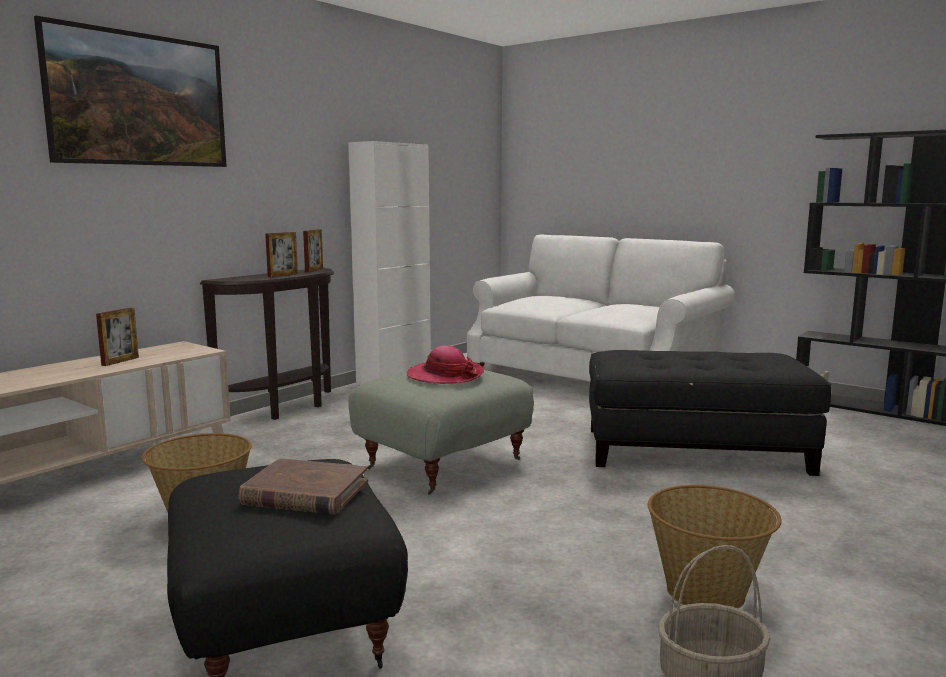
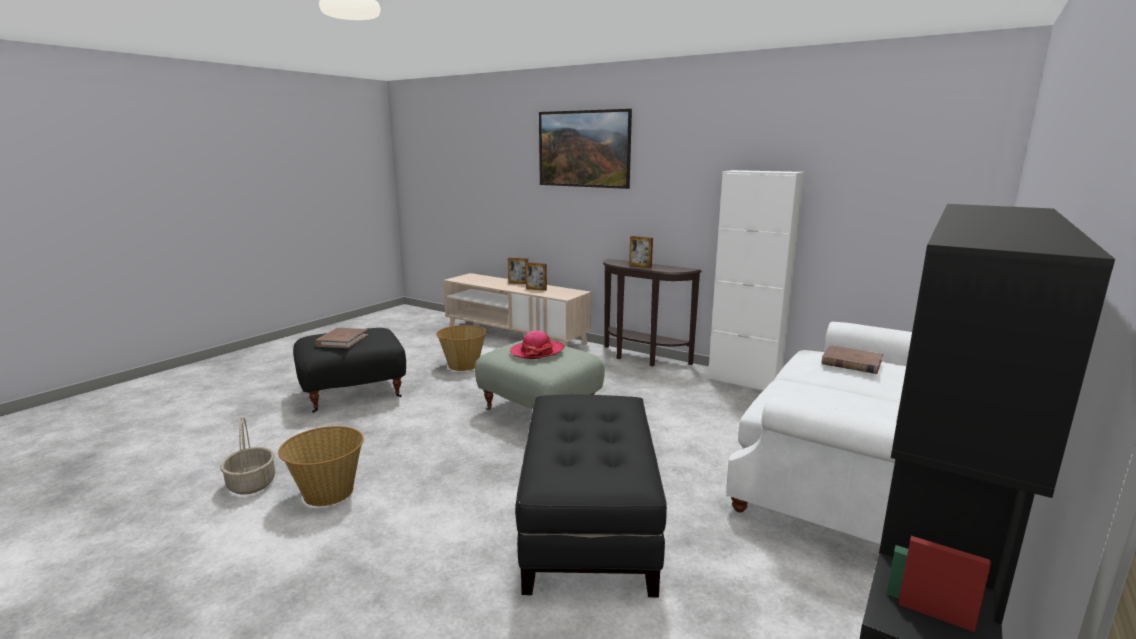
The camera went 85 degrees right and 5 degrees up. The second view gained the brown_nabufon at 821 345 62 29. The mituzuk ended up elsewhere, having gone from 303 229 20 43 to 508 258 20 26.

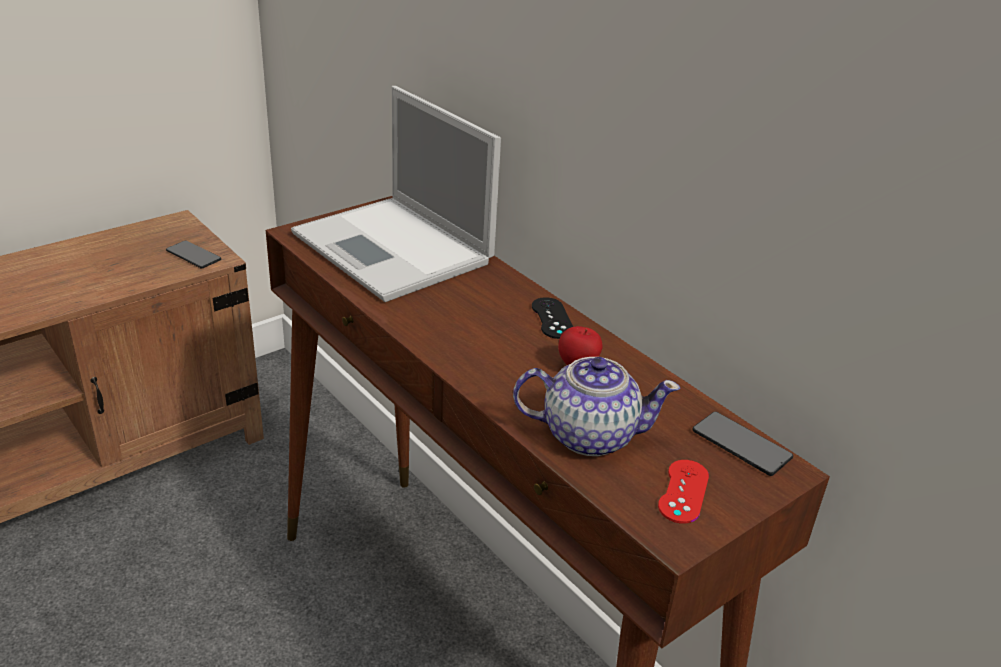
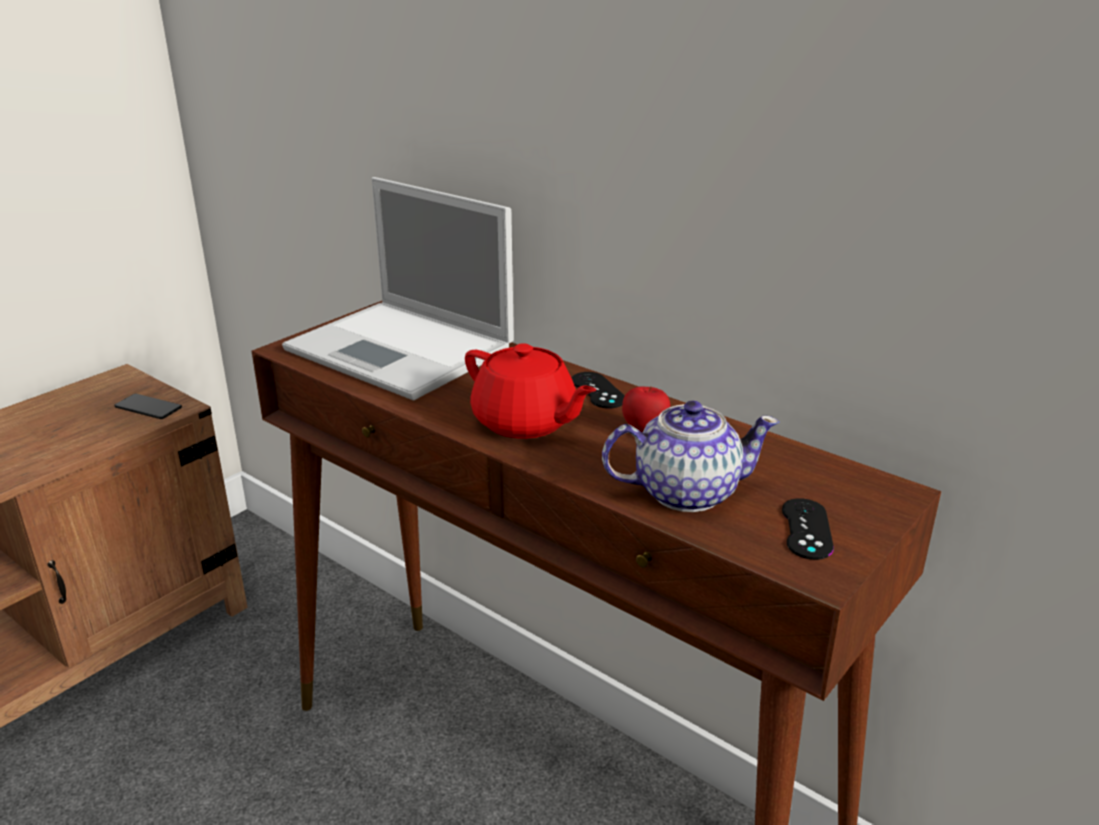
The camera went 10 degrees left and 5 degrees down. The second view lost the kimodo at 692 412 101 64. The second view gained the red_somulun at 465 343 131 96. What was the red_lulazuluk at 658 460 51 64 turned into the black_lulazuluk at 782 498 52 62.

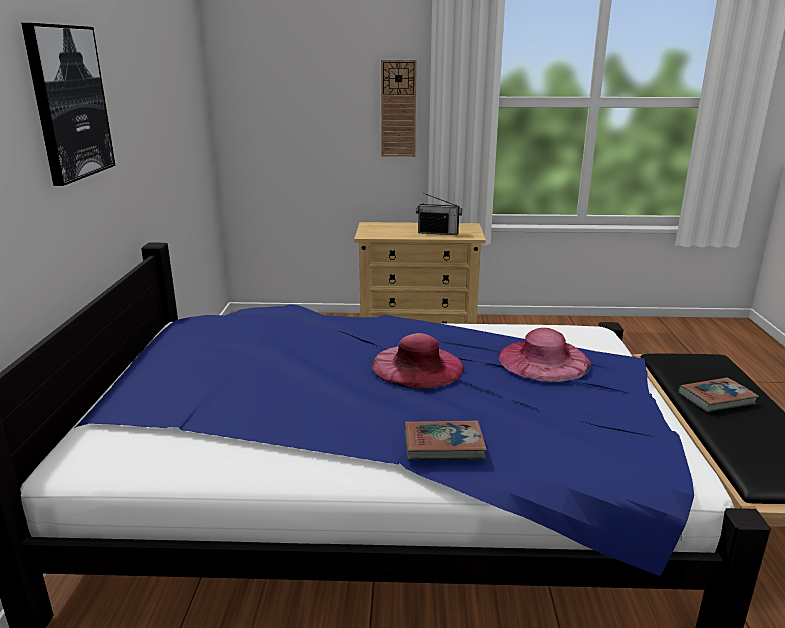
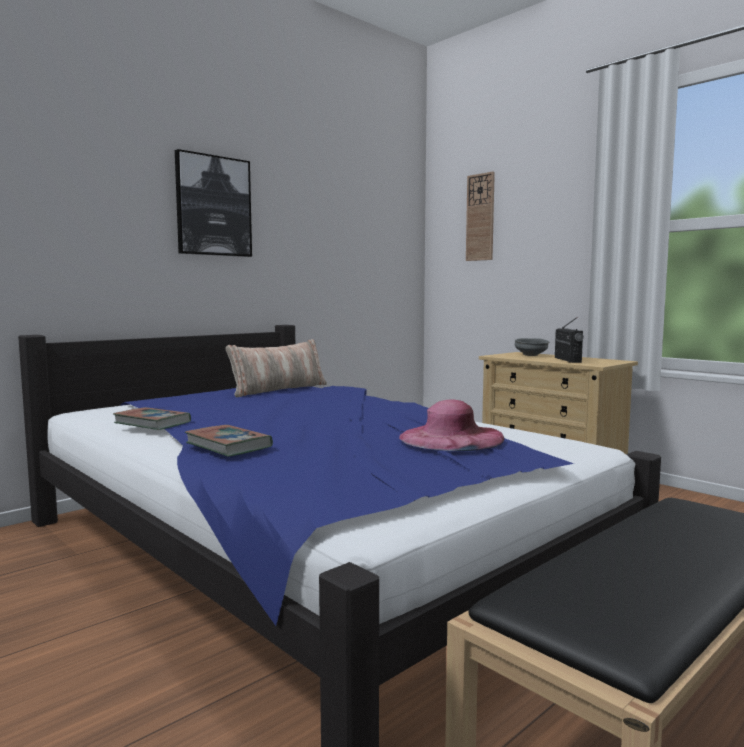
The camera went 45 degrees right and 15 degrees down. The second view lost the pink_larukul at 371 333 93 56. The second view gained the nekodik at 226 339 101 58. The second view gained the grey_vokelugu at 515 338 34 18. The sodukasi ended up elsewhere, having gone from 381 60 36 97 to 466 172 29 89. The nabufon ended up elsewhere, having gone from 678 378 81 34 to 113 407 78 23. The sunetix at 416 193 46 42 ended up facing another way, 150 degrees counterclockwise from before.

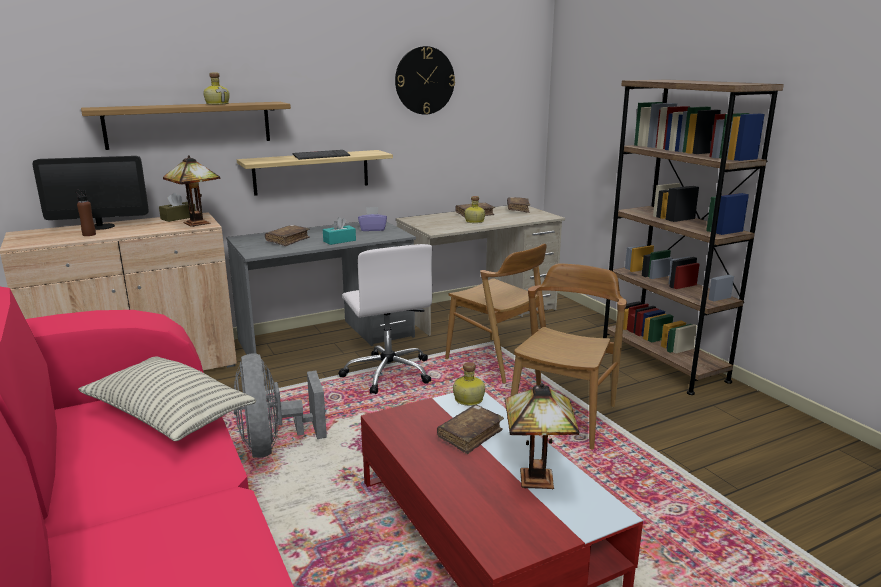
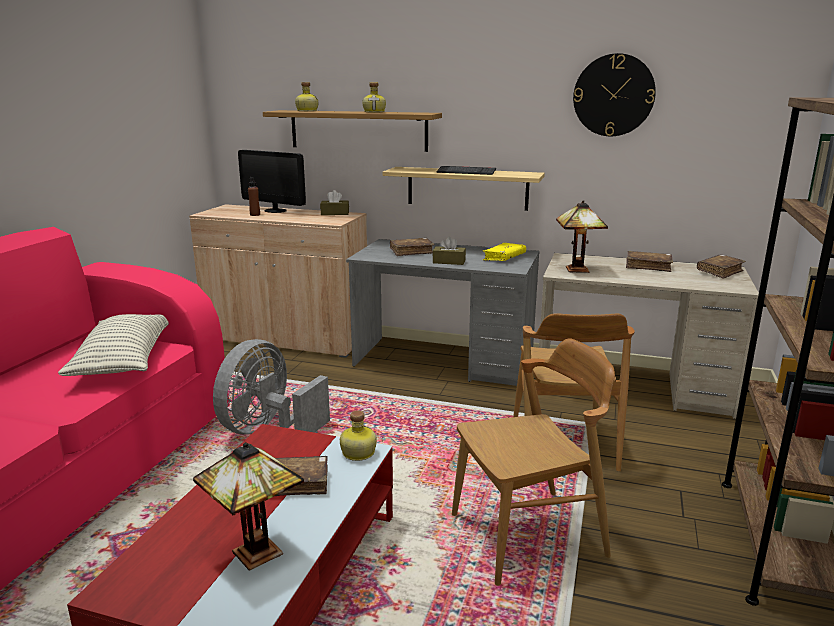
The camera went 45 degrees right and 0 degrees up. The second view lost the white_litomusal at 339 244 93 150. The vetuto ended up elsewhere, having gone from 163 155 57 72 to 556 200 52 73. The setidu ended up elsewhere, having gone from 464 196 21 27 to 295 82 23 29. Where the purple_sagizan stood at 358 207 29 24, the yellow_nabufon came to stand at 482 243 44 18. What was the turquoise_sagizan at 323 217 33 28 turned into the brown_sagizan at 433 236 33 29.

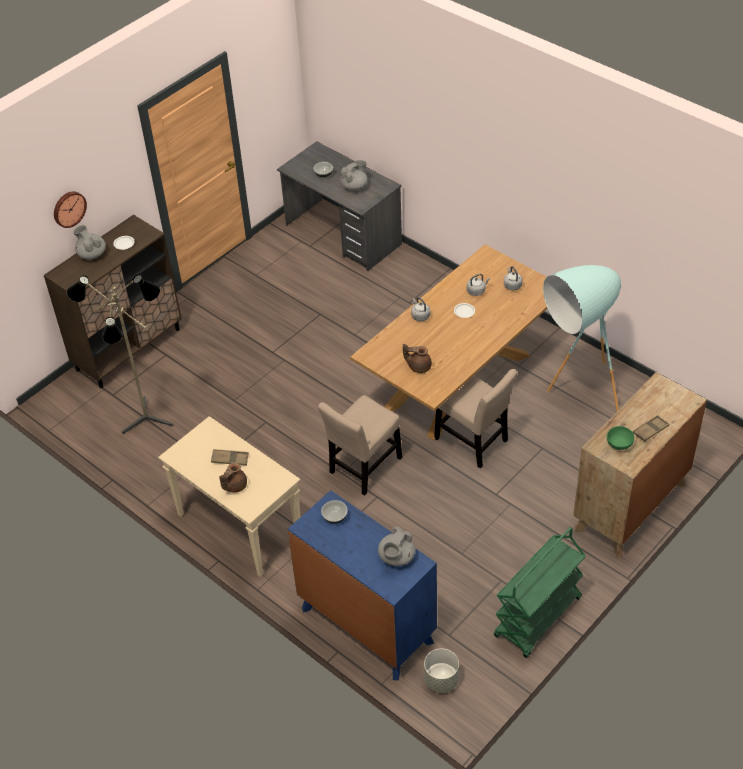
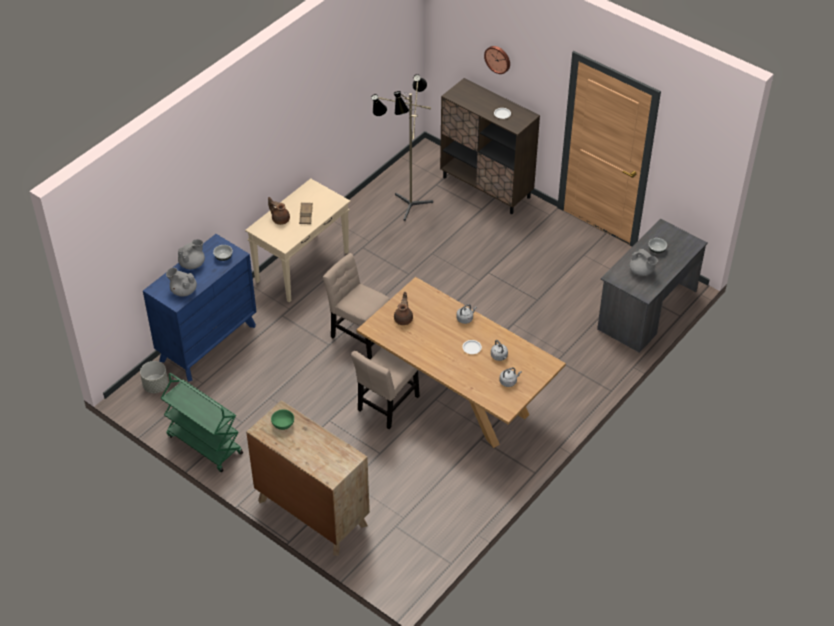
The camera went 85 degrees right and 0 degrees up. The second view lost the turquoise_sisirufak at 543 265 78 146. The second view lost the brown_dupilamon at 633 415 36 27. The grey_somulun ended up elsewhere, having gone from 73 225 33 35 to 178 239 27 30.

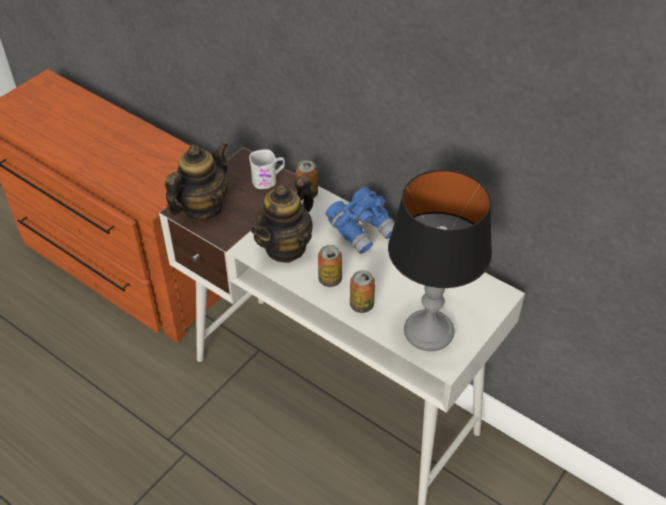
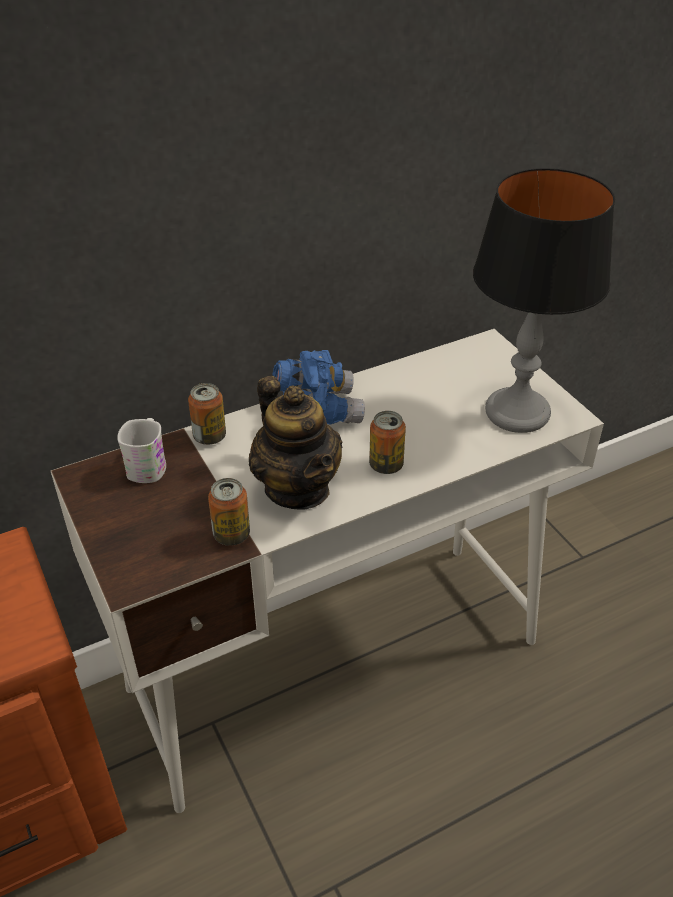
The camera went 65 degrees left and 5 degrees down. The second view lost the somulun at 165 142 63 78. The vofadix ended up elsewhere, having gone from 350 270 25 43 to 208 478 42 68.

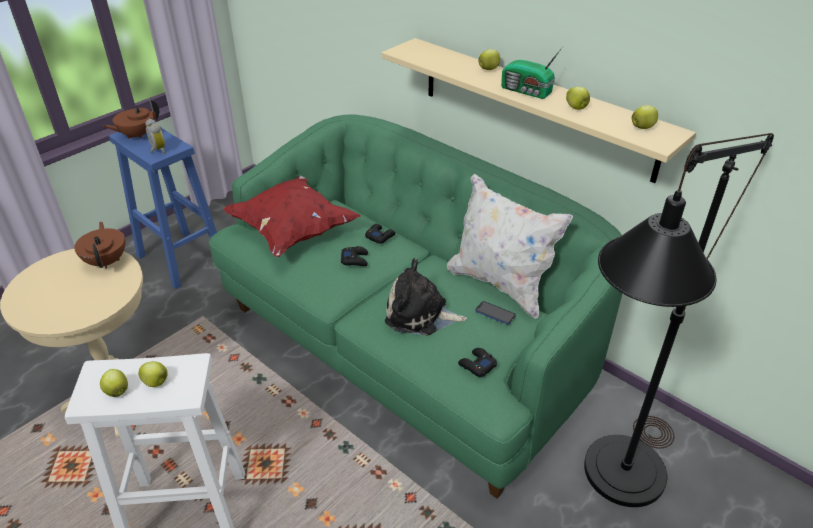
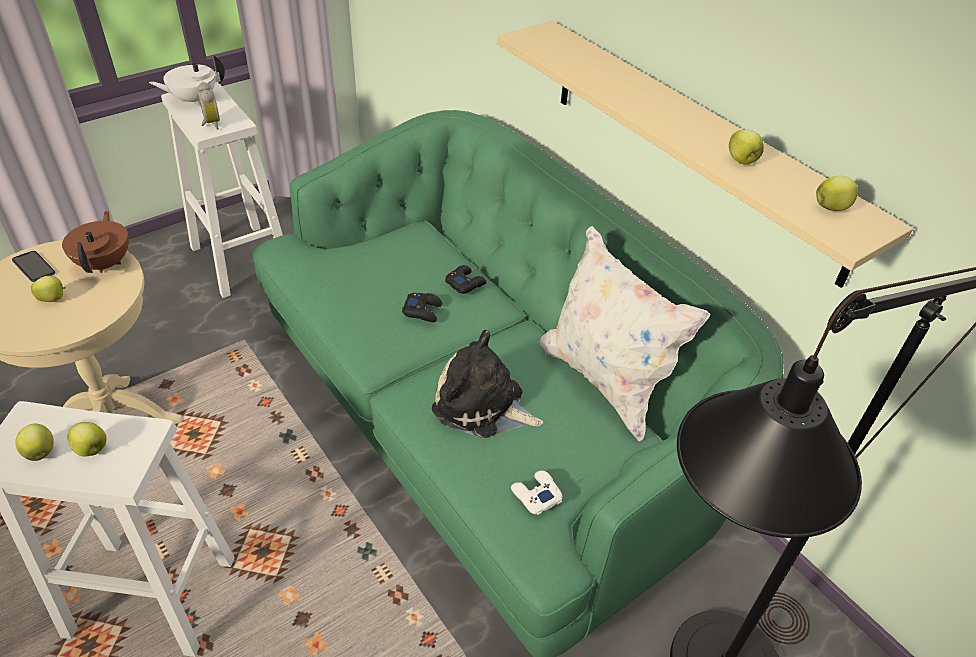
The camera went 10 degrees right and 5 degrees up. The second view lost the red_nekodik at 223 175 138 82. The second view lost the sunetix at 501 48 61 51. The kimodo ended up elsewhere, having gone from 475 301 41 24 to 12 251 43 31. The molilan ended up elsewhere, having gone from 478 49 22 21 to 31 276 35 26. What was the brown_somulun at 103 99 56 40 turned into the white_somulun at 149 55 76 50. What was the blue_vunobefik at 109 123 108 166 turned into the white_vunobefik at 161 82 122 216. What was the black_lulazuluk at 458 348 39 29 turned into the white_lulazuluk at 511 471 52 44.

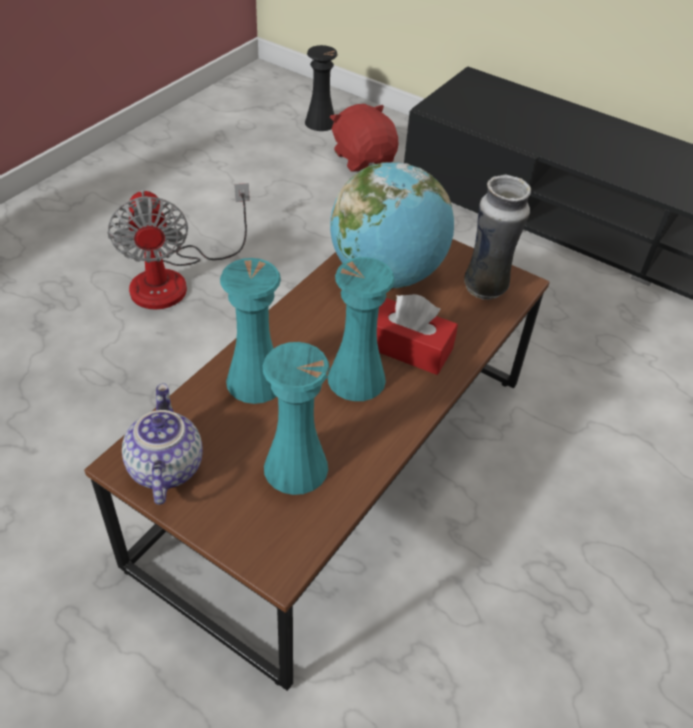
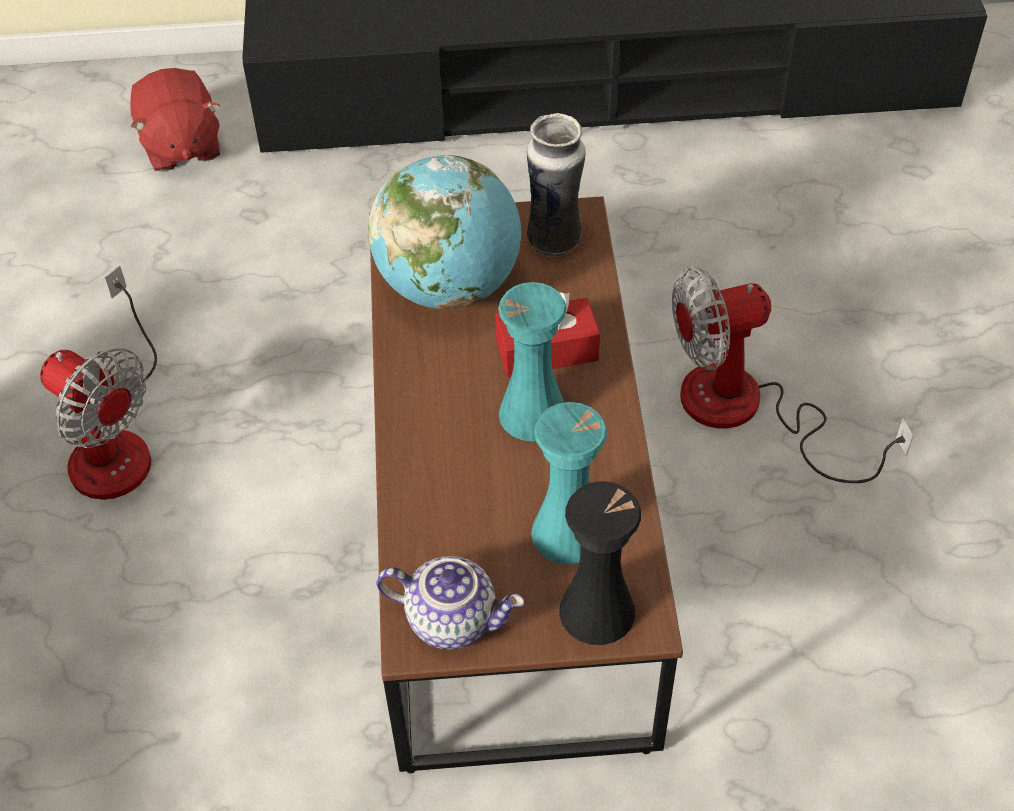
The camera went 35 degrees left and 5 degrees up. The second view lost the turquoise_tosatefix at 220 258 61 146. The second view gained the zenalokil at 672 266 242 217. The black_tosatefix ended up elsewhere, having gone from 305 45 33 86 to 559 481 82 164. The somulun at 122 383 81 122 ended up facing another way, 150 degrees clockwise from before. The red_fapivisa at 330 104 68 68 ended up facing another way, 135 degrees counterclockwise from before.

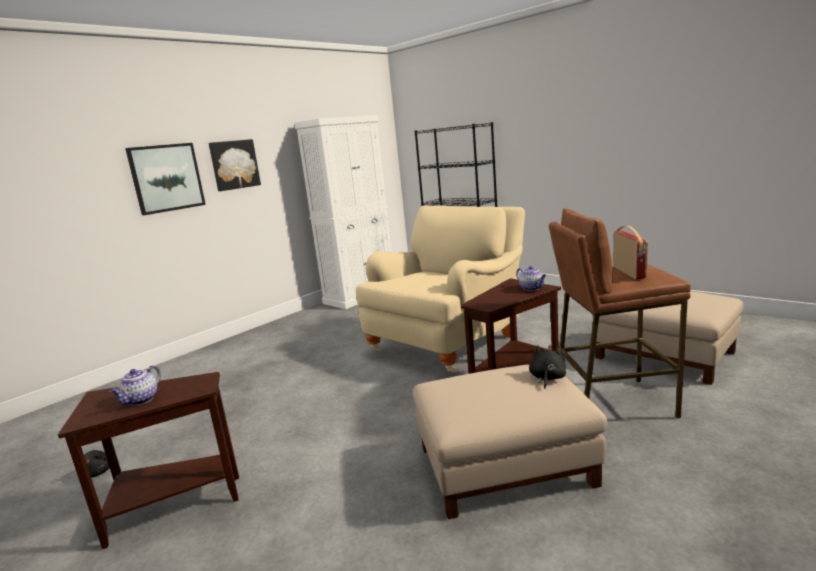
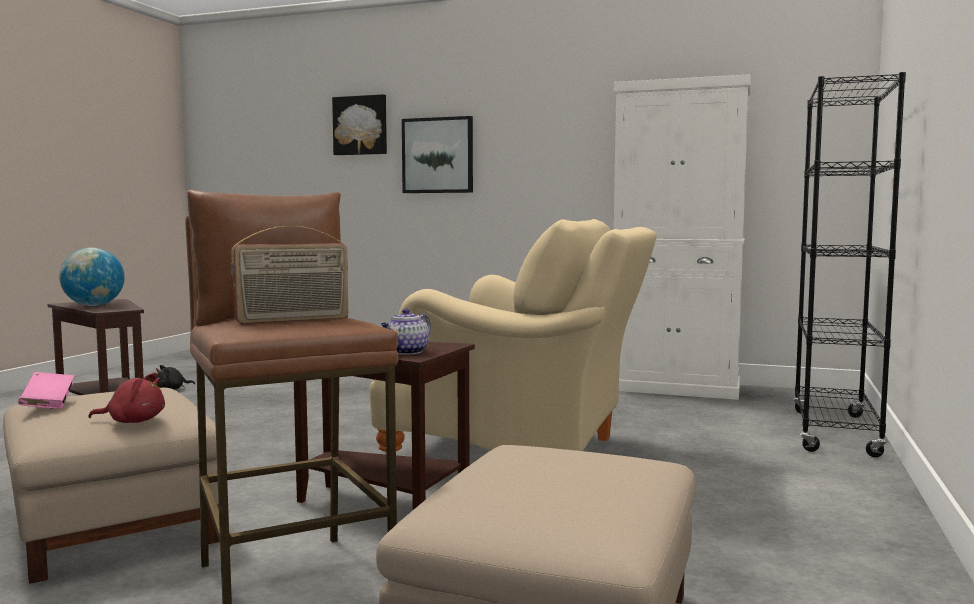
The camera went 65 degrees right and 10 degrees down. The second view gained the pink_nabufon at 18 372 56 37. The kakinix ended up elsewhere, having gone from 209 139 52 52 to 332 94 55 61. Where the somulun stood at 109 365 52 40, the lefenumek came to stand at 59 248 66 58. What was the black_fapivisa at 529 345 37 44 turned into the red_fapivisa at 88 373 77 50.

